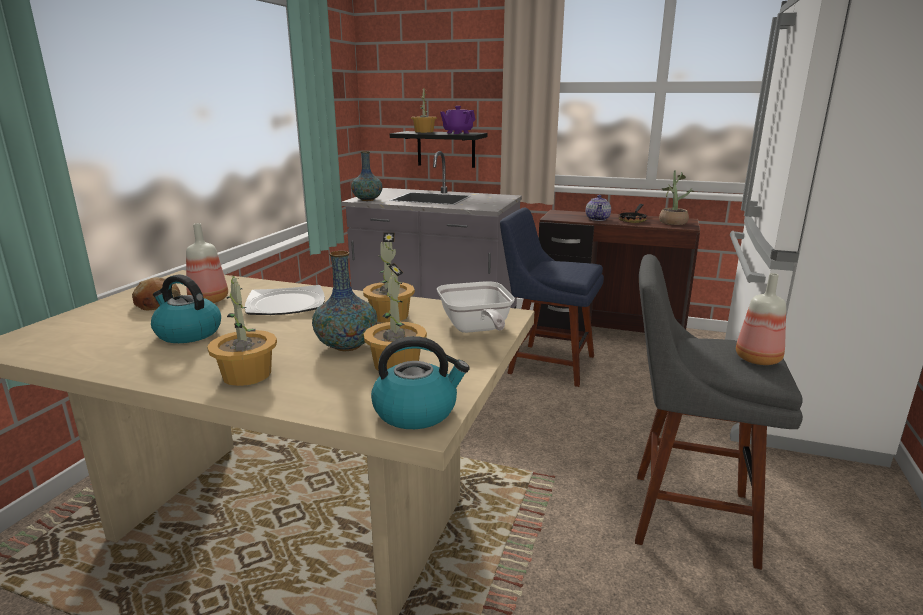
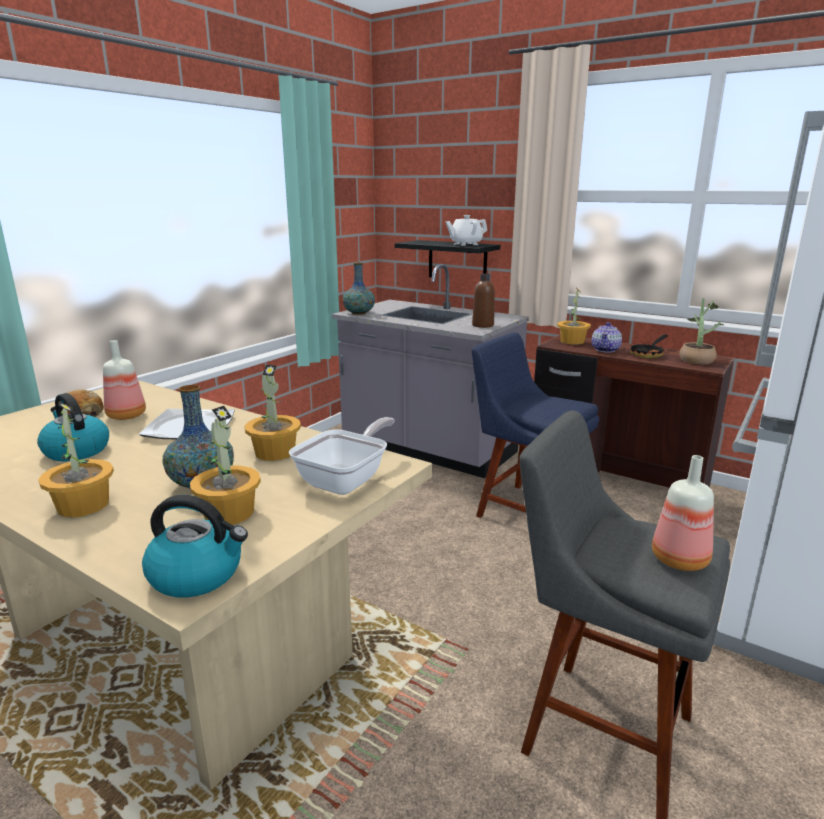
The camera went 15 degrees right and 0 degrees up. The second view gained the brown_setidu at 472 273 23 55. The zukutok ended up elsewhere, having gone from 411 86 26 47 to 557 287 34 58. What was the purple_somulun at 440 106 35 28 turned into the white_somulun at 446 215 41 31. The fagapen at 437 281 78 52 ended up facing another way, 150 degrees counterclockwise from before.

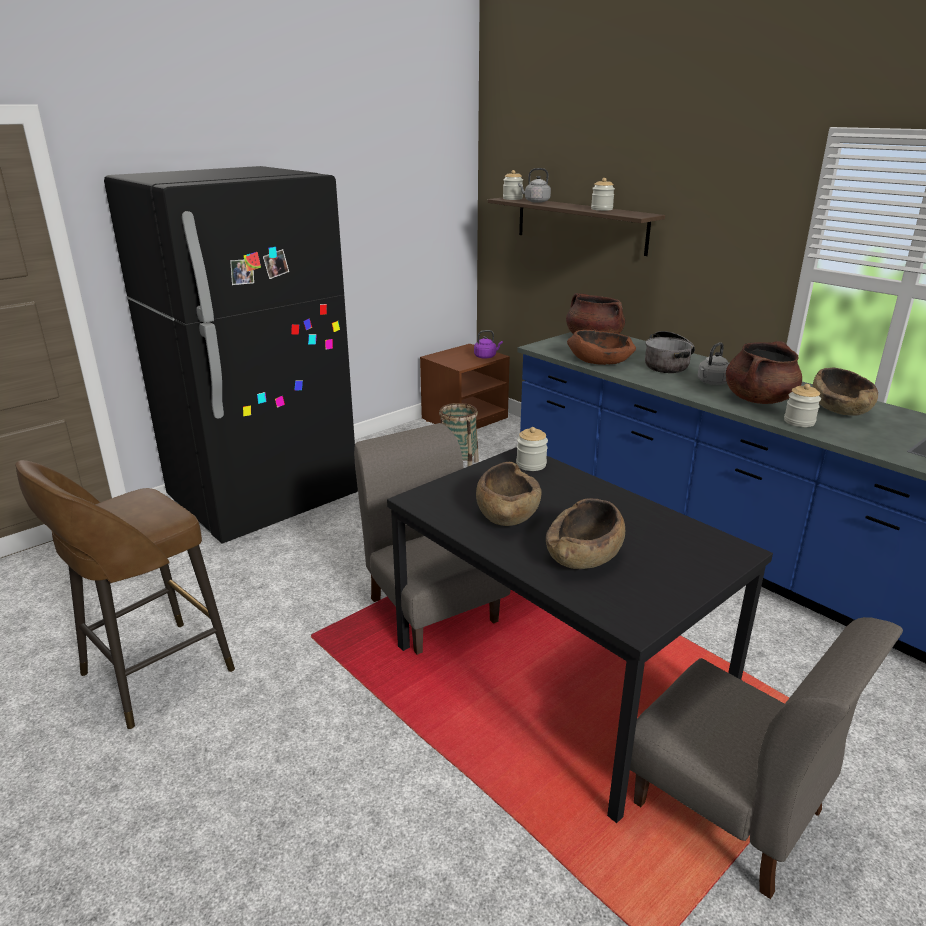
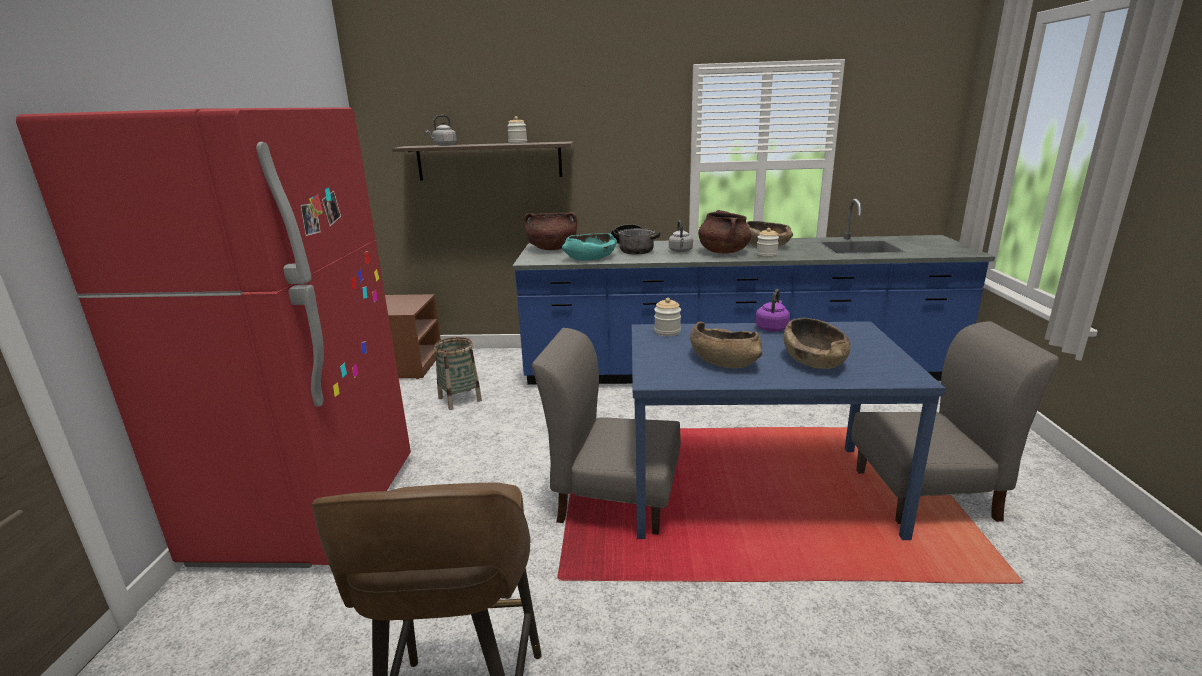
The camera went 45 degrees left and 5 degrees down. The second view lost the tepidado at 503 170 20 30. The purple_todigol ended up elsewhere, having gone from 474 330 29 29 to 755 289 35 43. What was the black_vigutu at 104 166 254 378 turned into the red_vigutu at 16 107 395 461. What was the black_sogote at 387 447 386 376 turned into the blue_sogote at 632 321 313 219. What was the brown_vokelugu at 567 330 69 35 turned into the turquoise_vokelugu at 562 233 55 28.

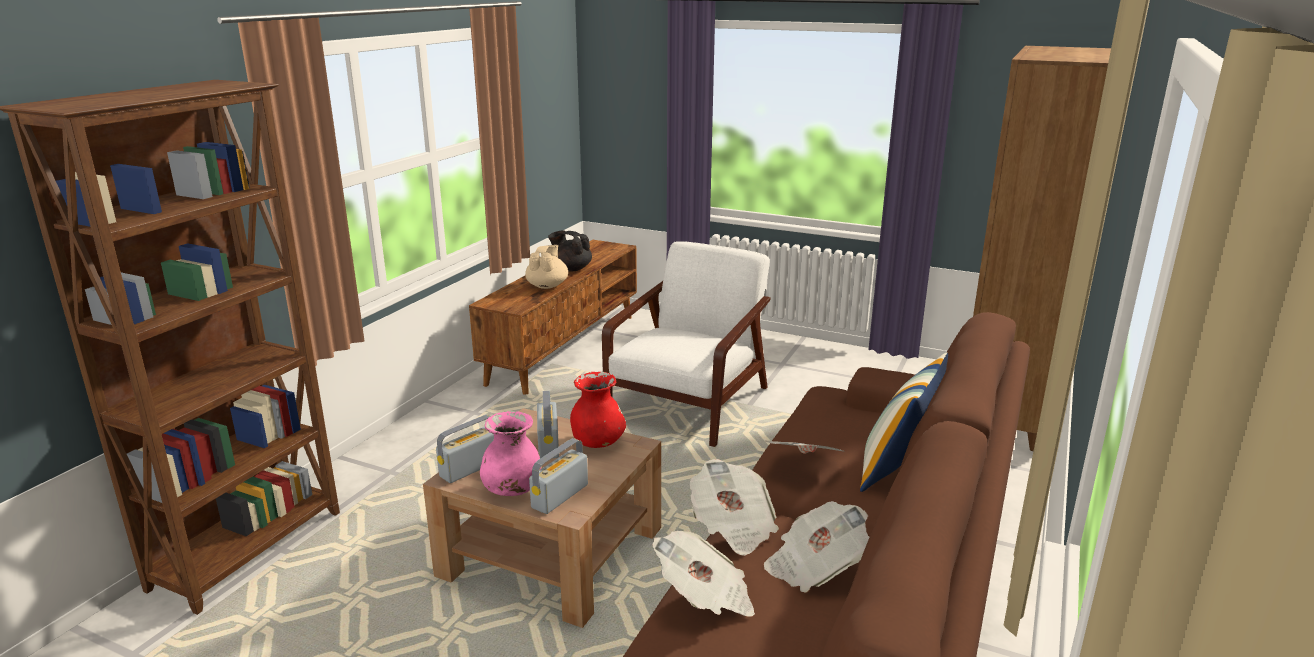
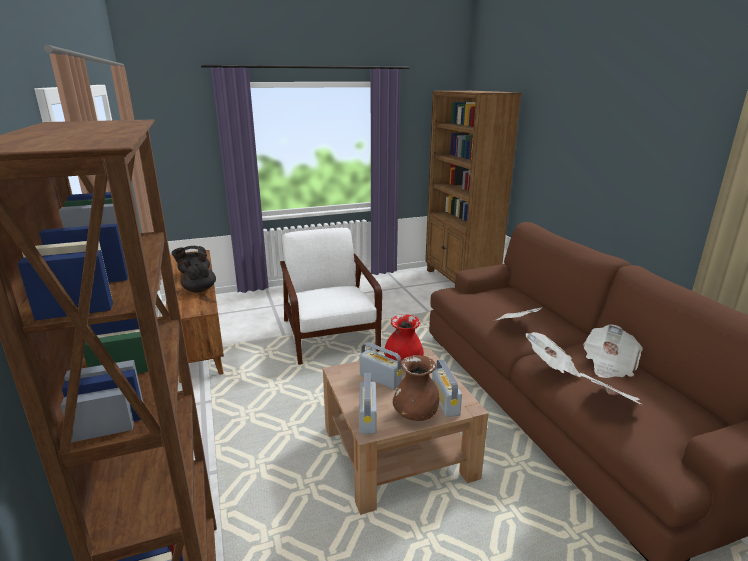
The camera went 45 degrees left and 0 degrees up. The second view lost the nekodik at 860 353 88 139. What was the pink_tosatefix at 480 411 61 85 turned into the brown_tosatefix at 393 355 46 66. What was the beige_somulun at 525 245 43 44 turned into the black_somulun at 180 257 36 35.

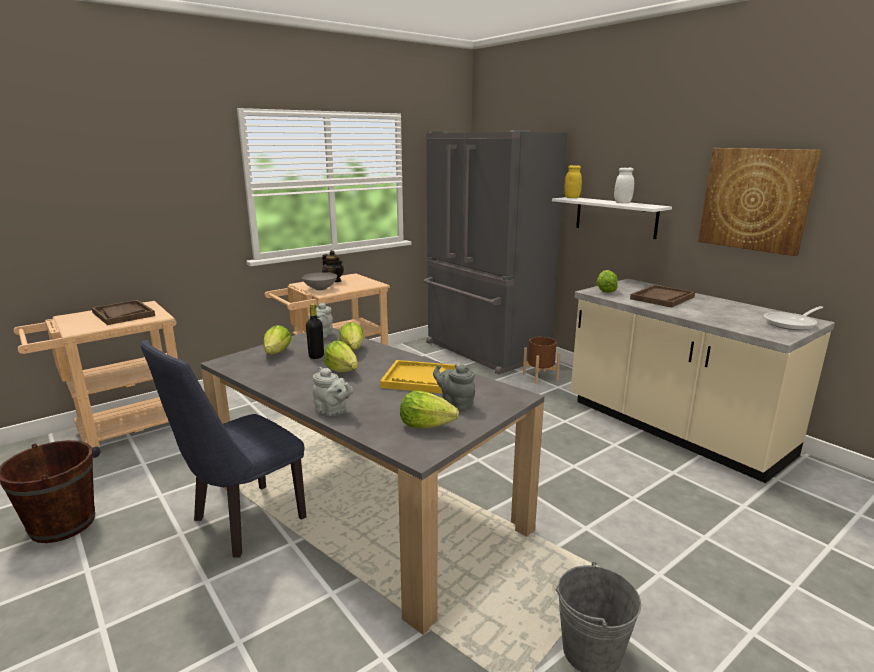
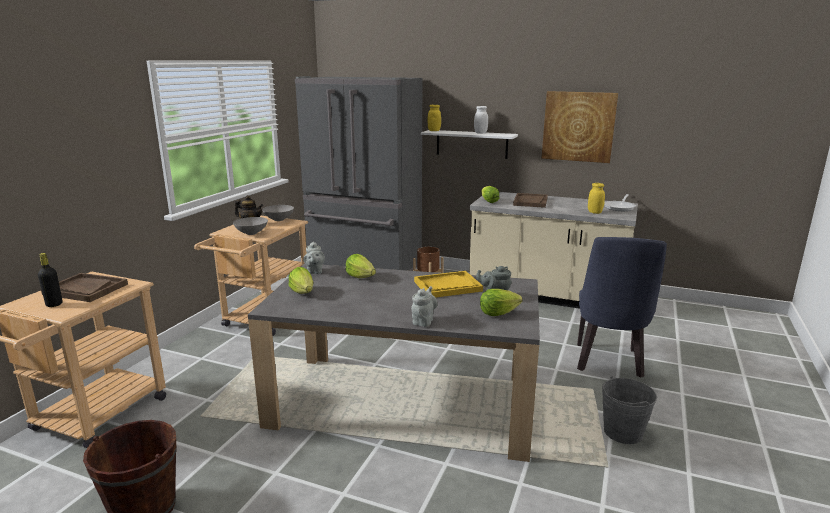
The camera went 30 degrees left and 0 degrees up. The second view lost the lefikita at 324 341 34 31. The second view gained the grey_vokelugu at 262 205 32 16. The second view gained the yellow_tepidado at 588 183 17 31. The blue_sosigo ended up elsewhere, having gone from 141 340 165 217 to 577 237 90 141. The black_setidu ended up elsewhere, having gone from 306 304 18 55 to 38 253 24 54. The grey_somulun at 312 367 41 49 ended up facing another way, 75 degrees counterclockwise from before.

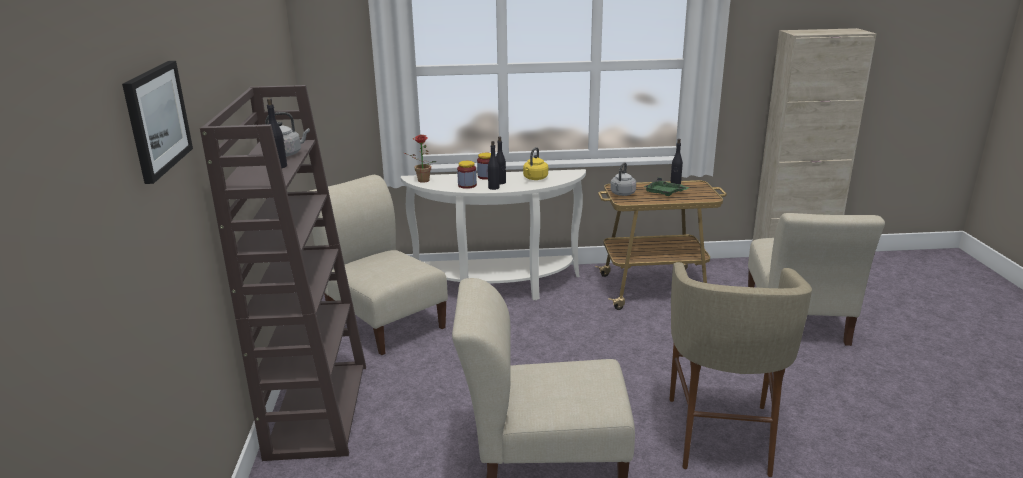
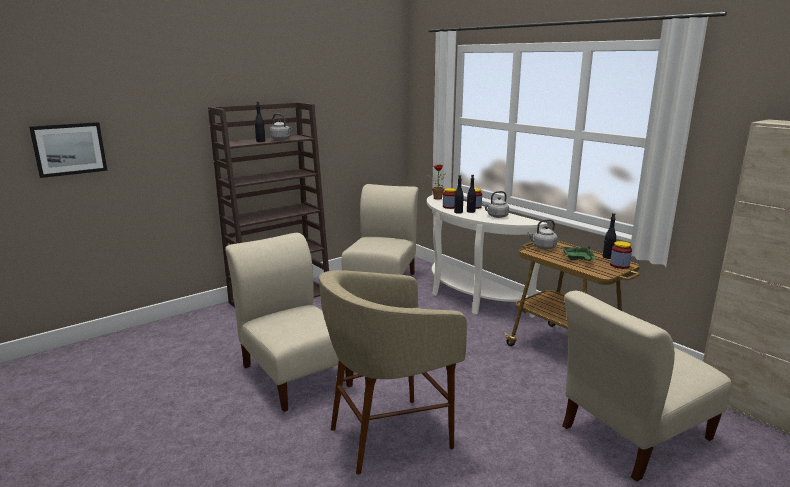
The camera went 55 degrees right and 5 degrees down. The second view gained the tepidado at 610 241 22 28. The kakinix ended up elsewhere, having gone from 122 61 71 123 to 29 122 78 56. What was the yellow_todigol at 523 147 25 33 turned into the grey_todigol at 482 191 27 27.

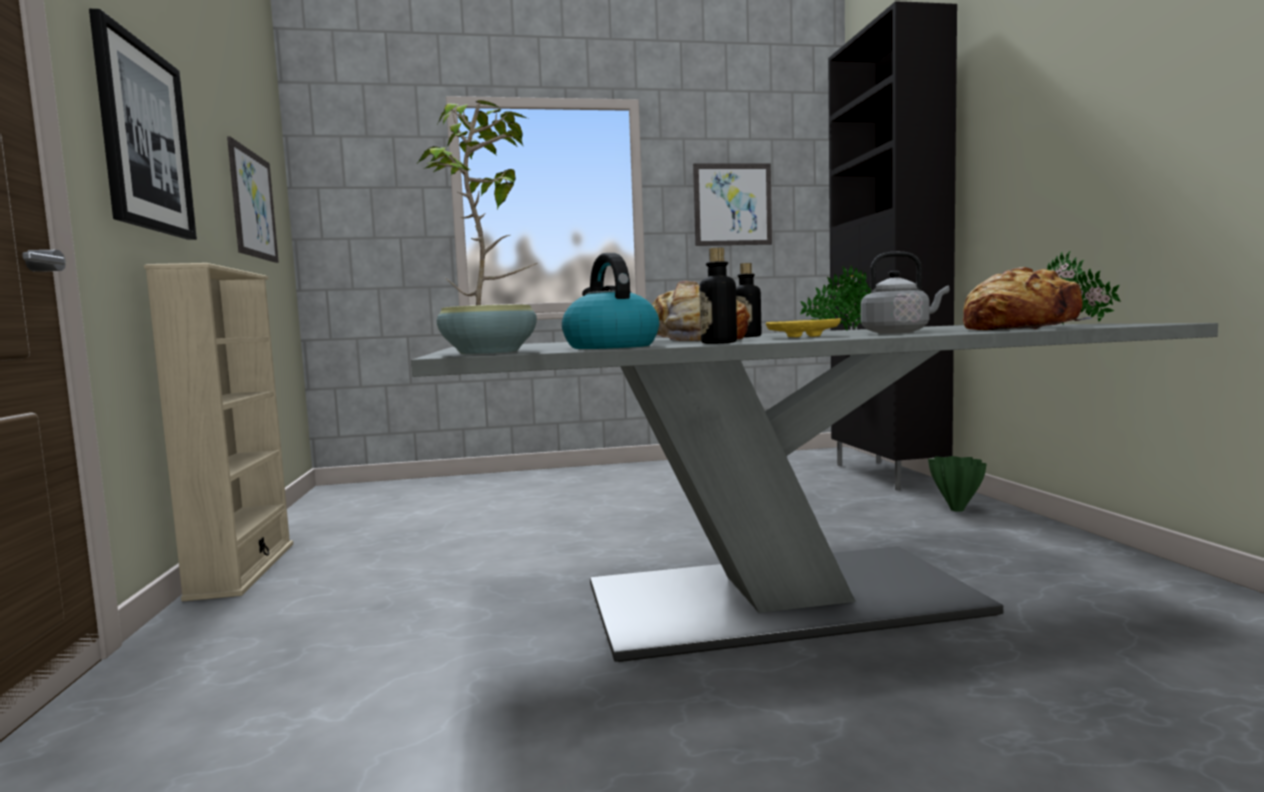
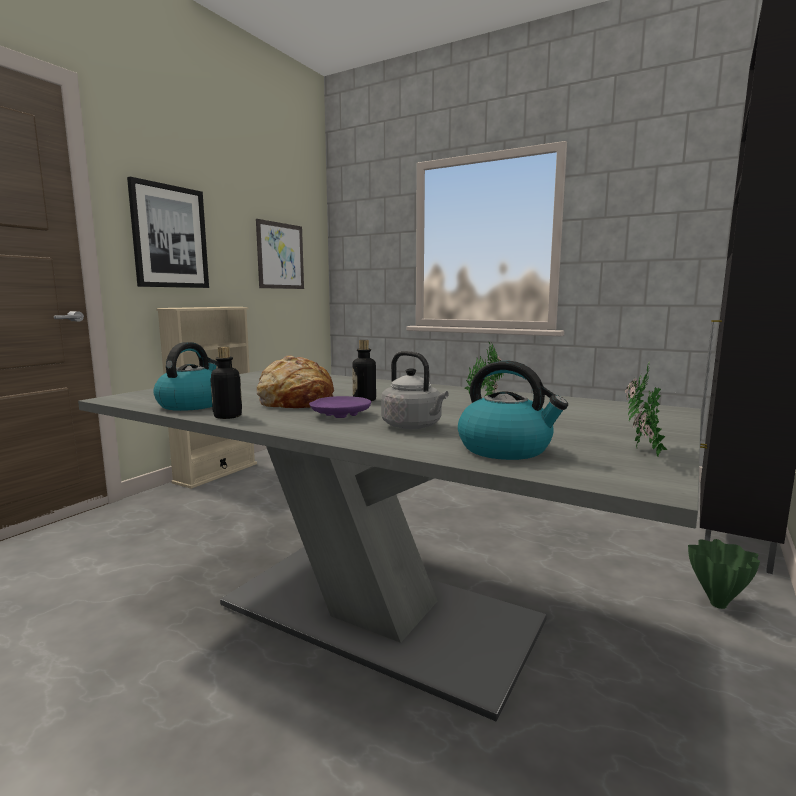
The camera went 40 degrees right and 5 degrees up. The second view lost the zukutok at 418 100 119 255. The second view lost the kakinix at 693 163 79 83. Where the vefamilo stood at 963 267 137 63, the todigol came to stand at 458 361 110 99. What was the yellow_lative at 766 318 75 19 turned into the purple_lative at 309 396 62 22.

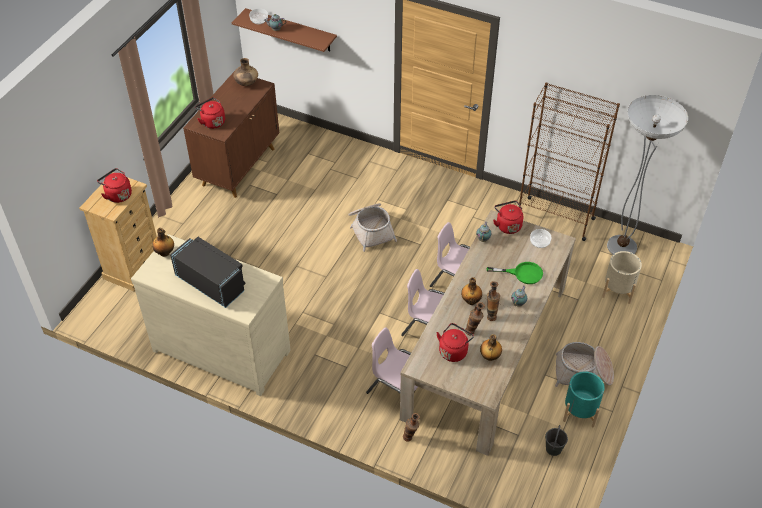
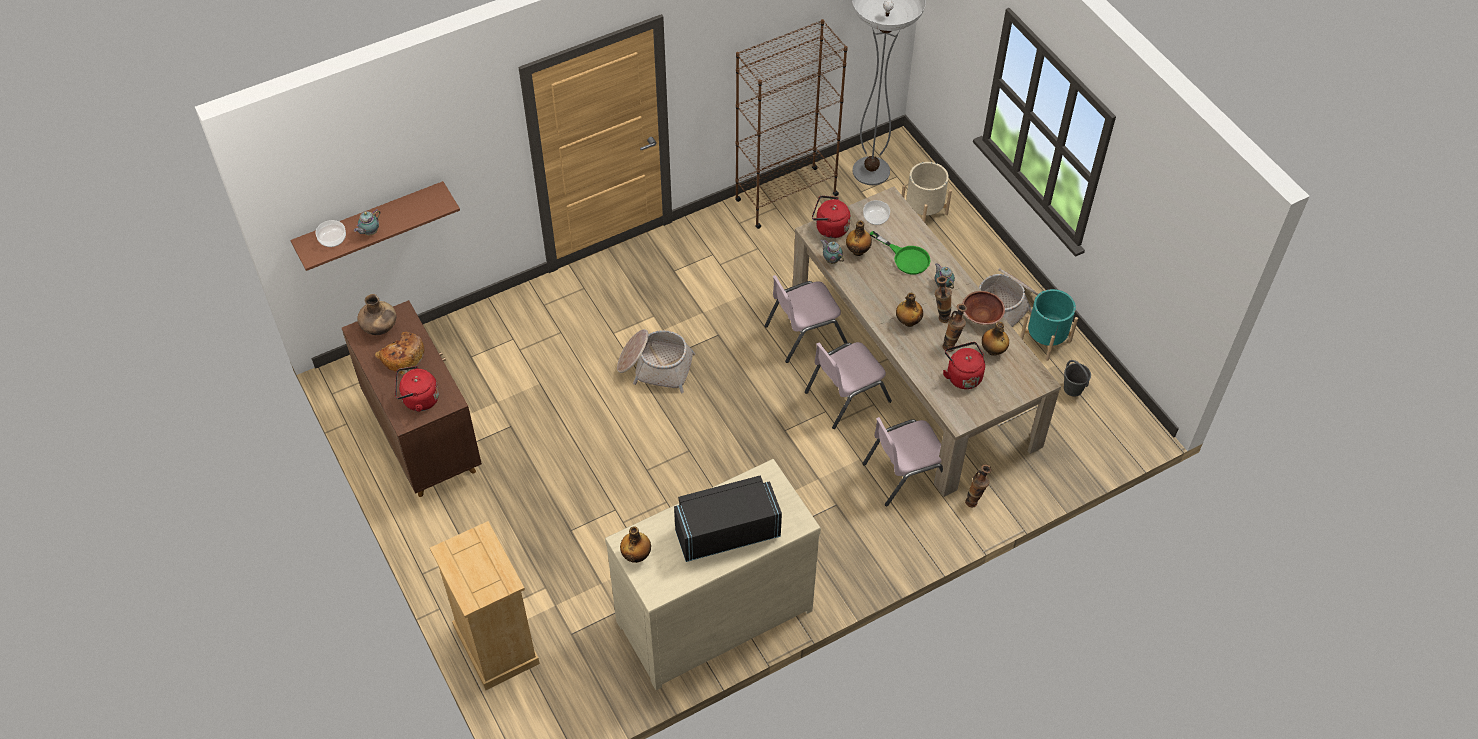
The camera went 55 degrees left and 5 degrees up. The second view lost the red_todigol at 97 168 35 35. The second view gained the vefamilo at 375 332 50 43. The second view gained the setidu at 846 221 26 35. The second view gained the brown_vokelugu at 962 291 43 34. The green_fagapen at 487 262 56 22 ended up facing another way, 90 degrees clockwise from before.

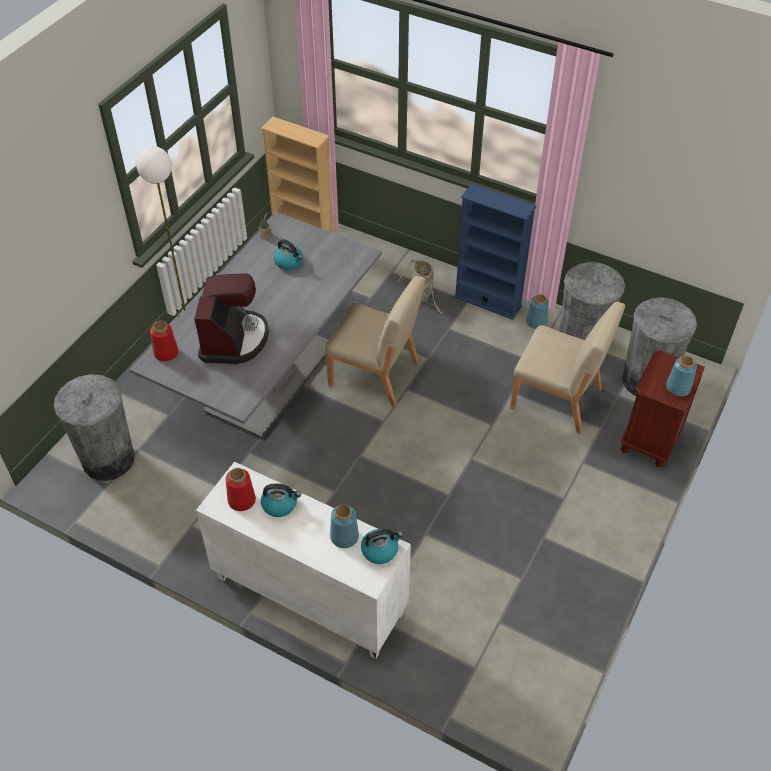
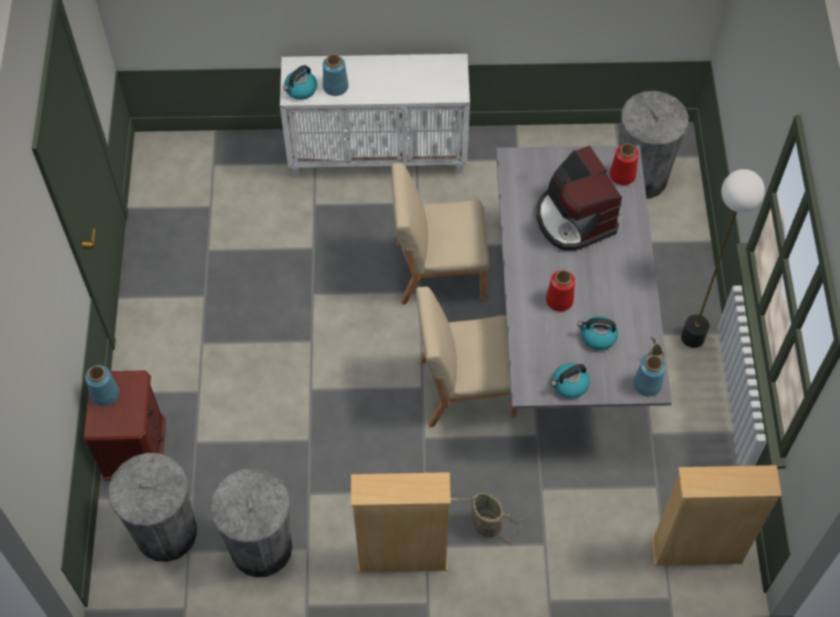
The camera went 150 degrees right and 10 degrees up. The red_tosatefix ended up elsewhere, having gone from 226 468 30 43 to 546 270 29 41. The todigol ended up elsewhere, having gone from 261 484 40 33 to 551 363 39 35. The beige_sosigo ended up elsewhere, having gone from 510 302 115 132 to 391 163 99 142. The blue_tosatefix ended up elsewhere, having gone from 526 294 23 35 to 633 355 33 42. What was the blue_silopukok at 454 183 82 137 turned into the beige_silopukok at 351 472 100 101.

